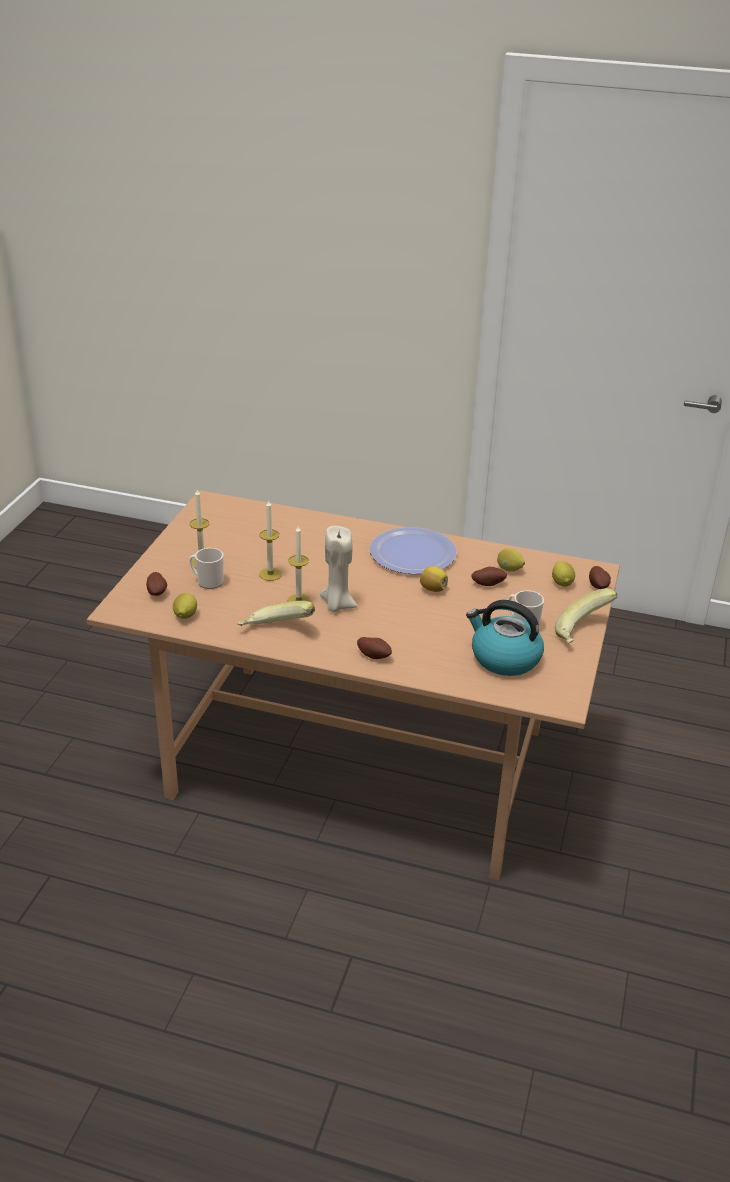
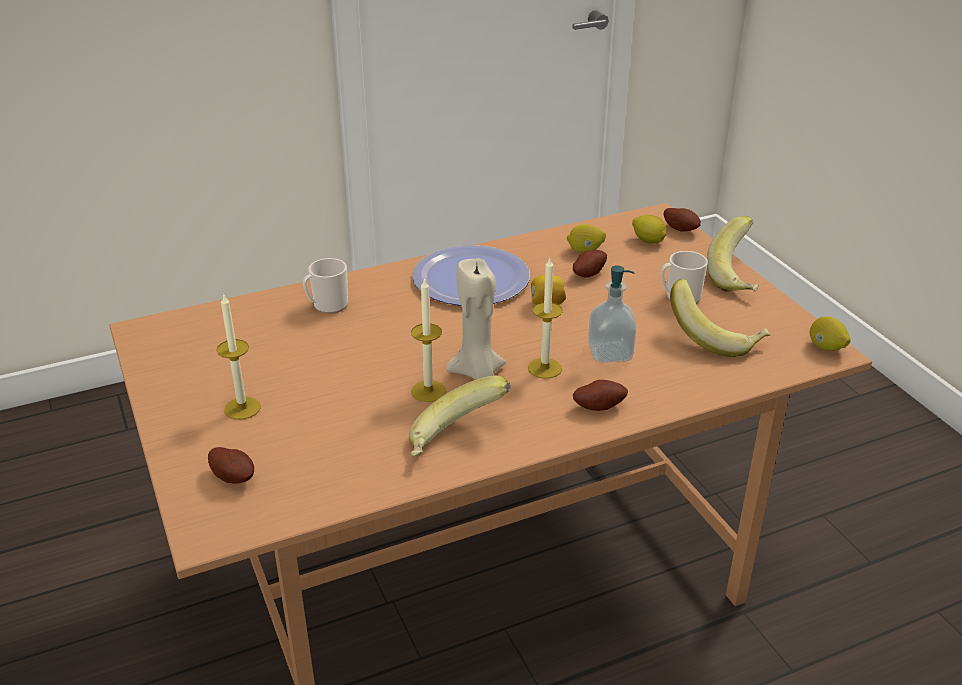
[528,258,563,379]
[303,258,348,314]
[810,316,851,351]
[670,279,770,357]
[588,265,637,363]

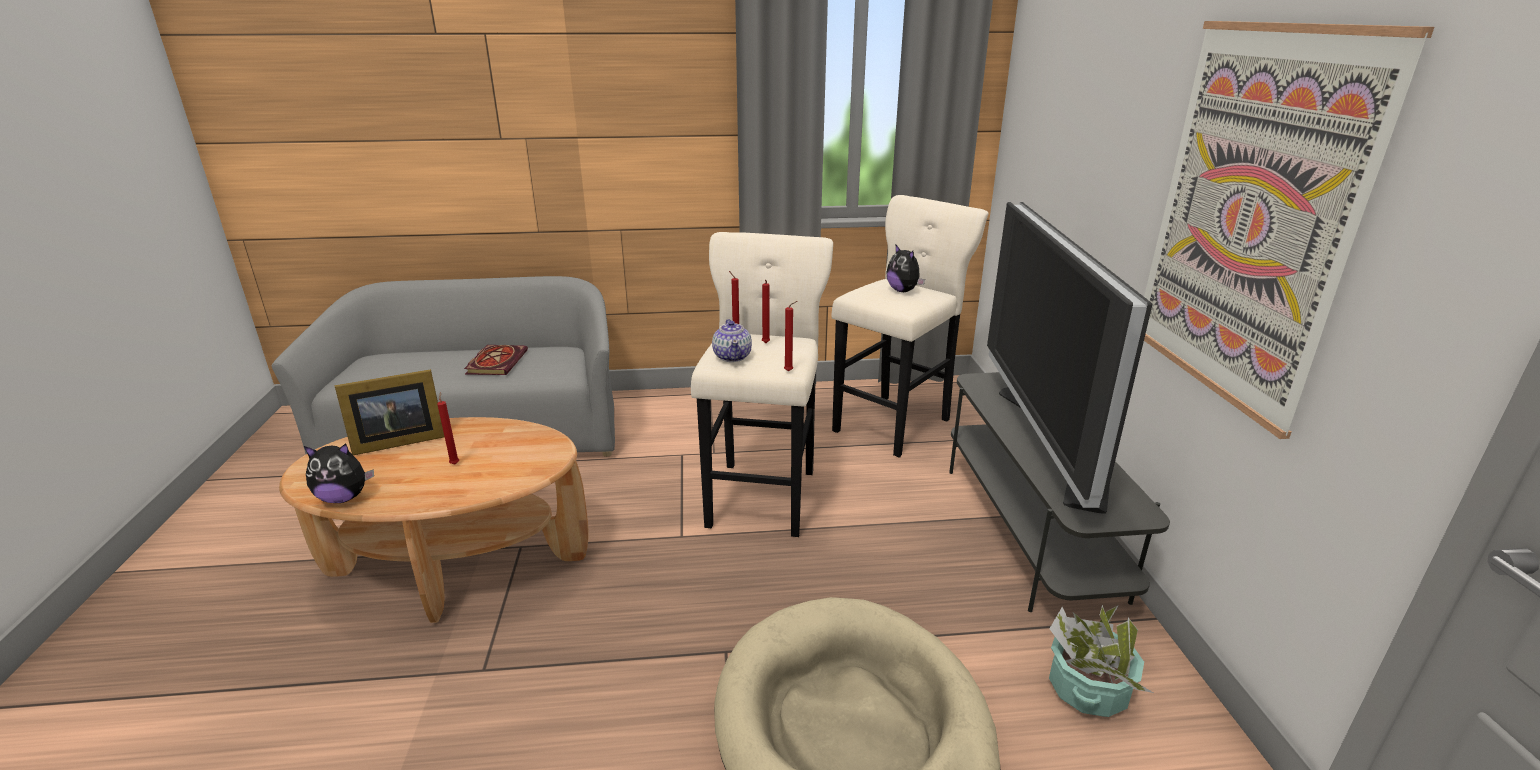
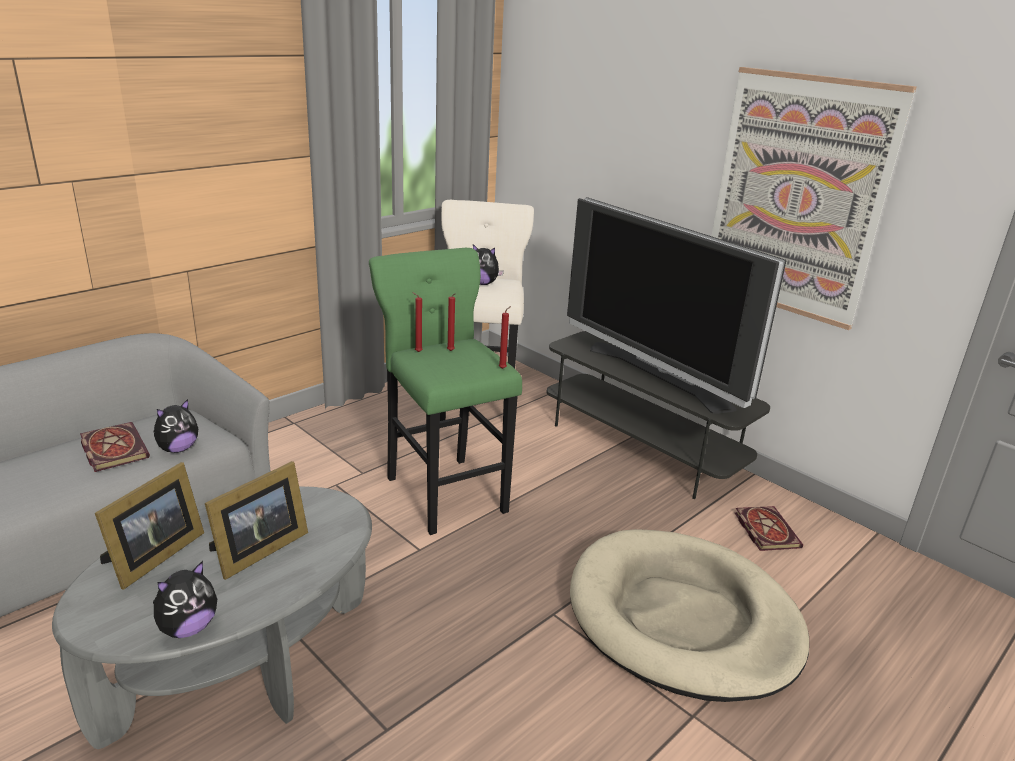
[369,248,522,535]
[712,319,752,362] (first image)
[205,461,308,580]
[52,487,372,749]
[735,506,803,551]
[154,399,198,453]

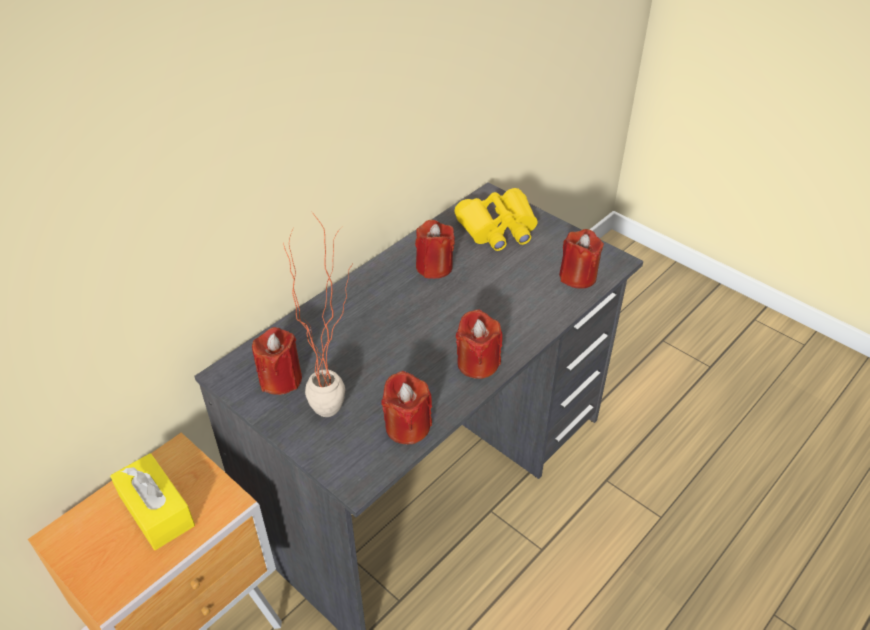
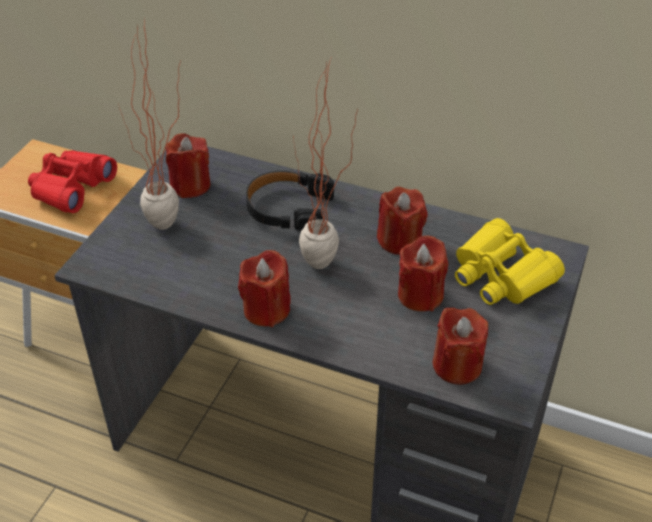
[398,236,448,311]
[28,150,117,213]
[294,59,358,269]
[246,171,334,232]

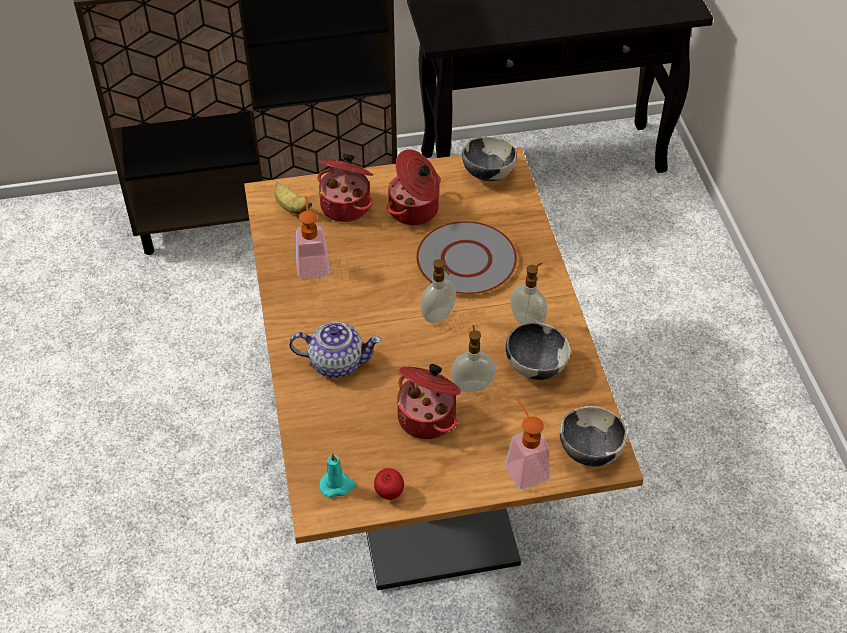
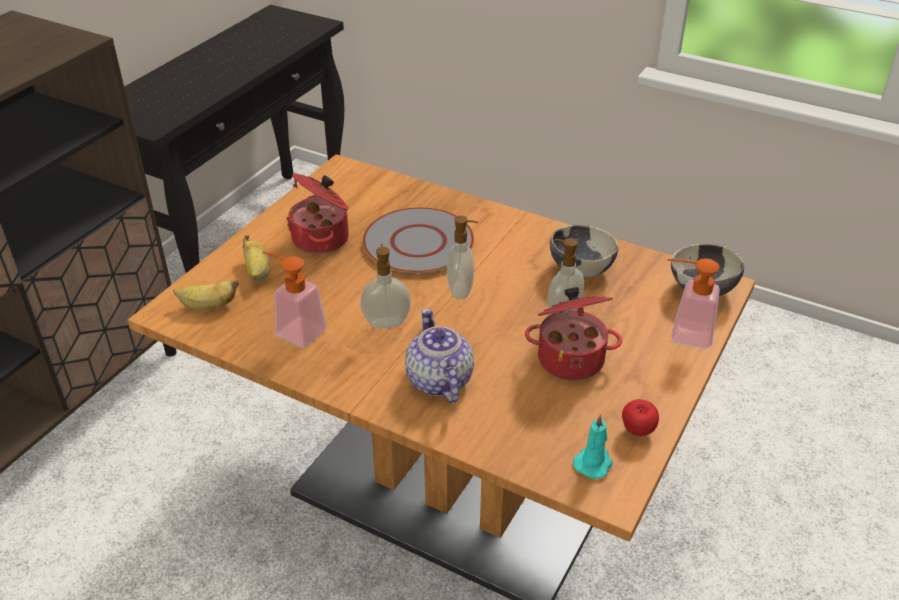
[462,136,517,181] (first image)
[243,235,270,282]
[360,244,411,328]
[405,308,474,403]

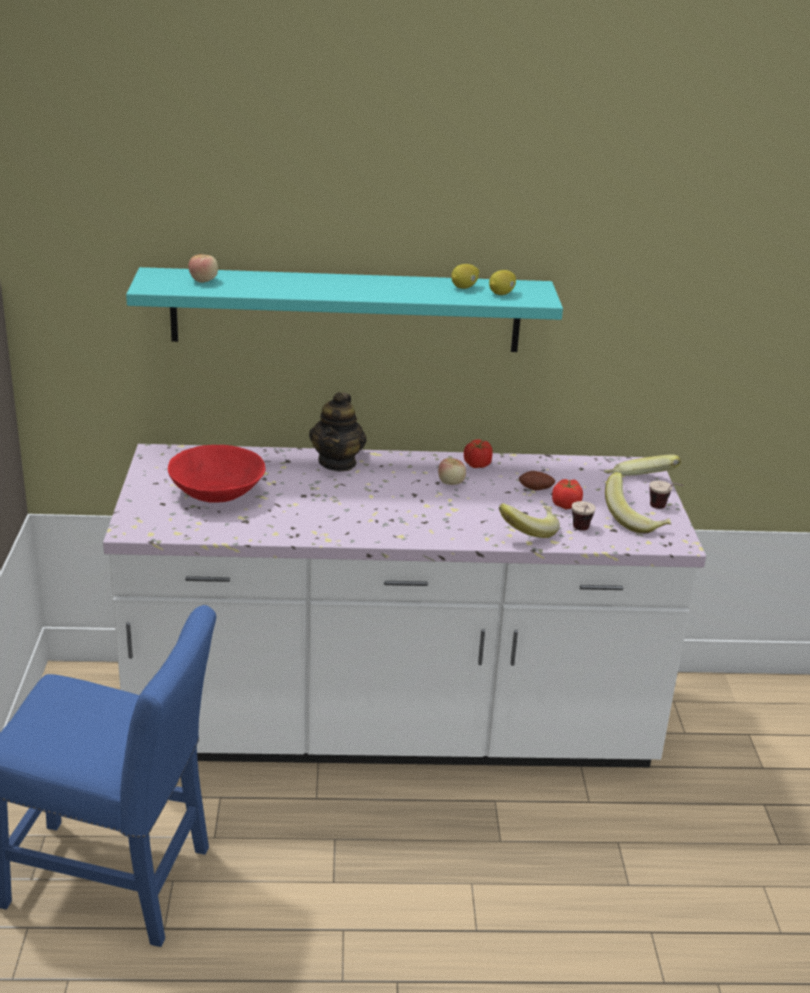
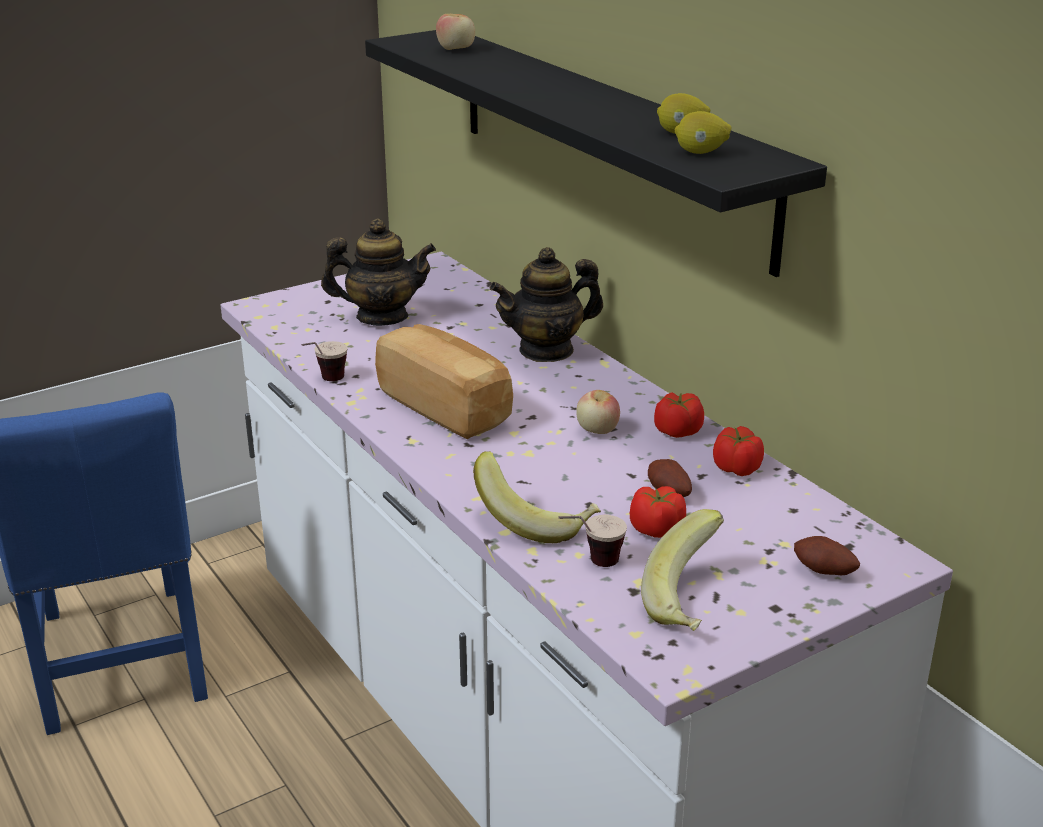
[365,30,827,277]
[321,219,436,326]
[794,536,860,575]
[301,341,347,381]
[375,324,513,439]
[713,426,764,476]

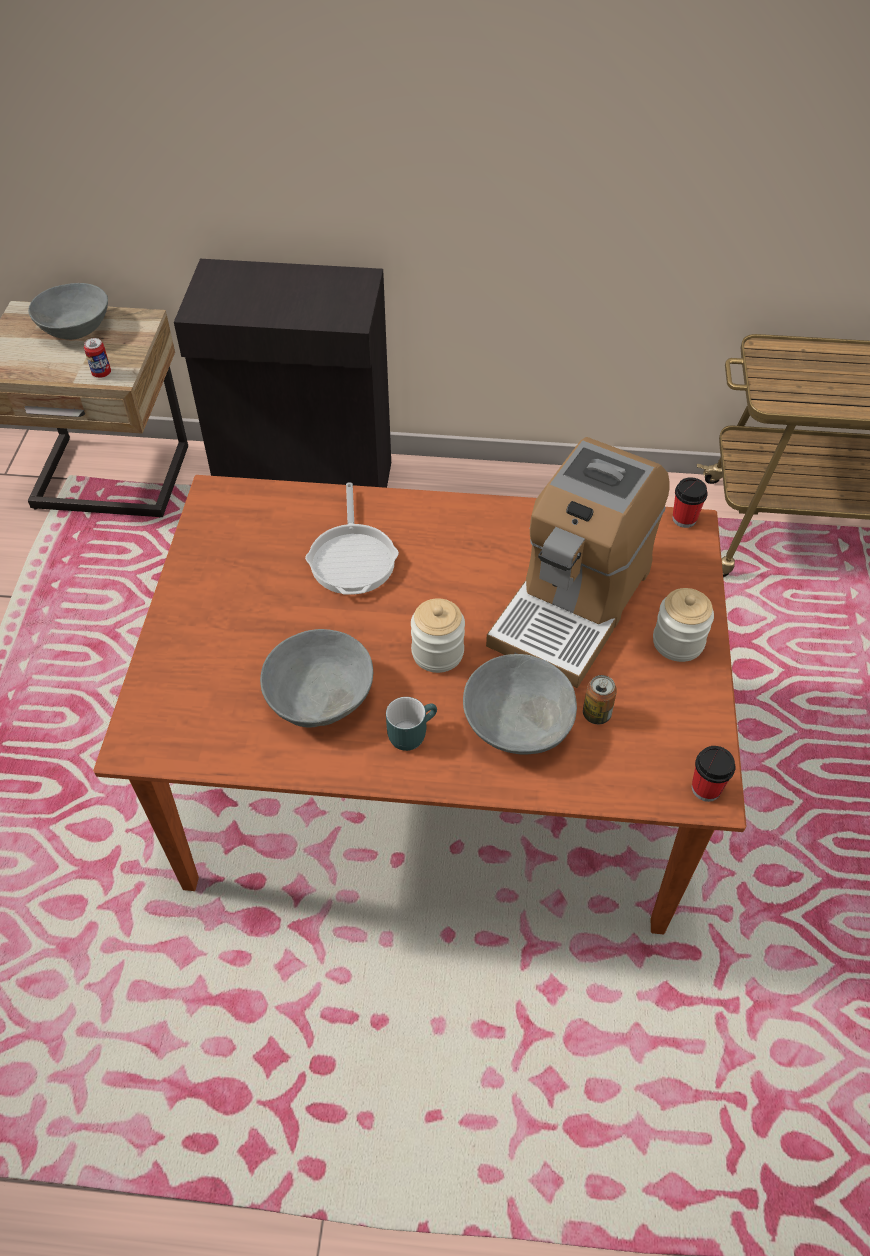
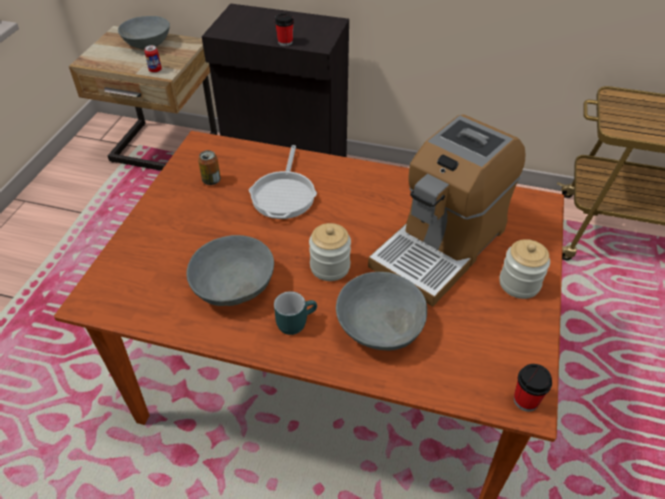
[275,13,294,46]
[198,150,221,185]

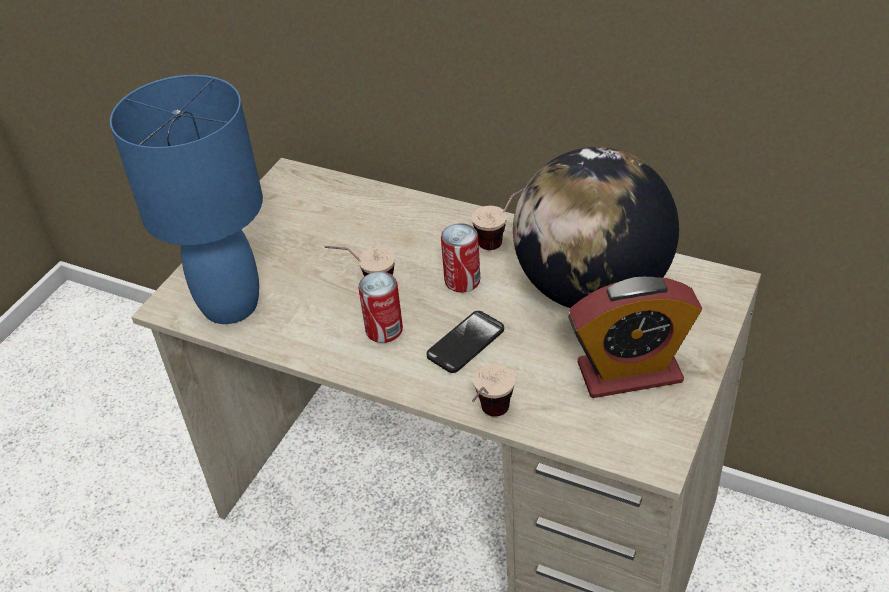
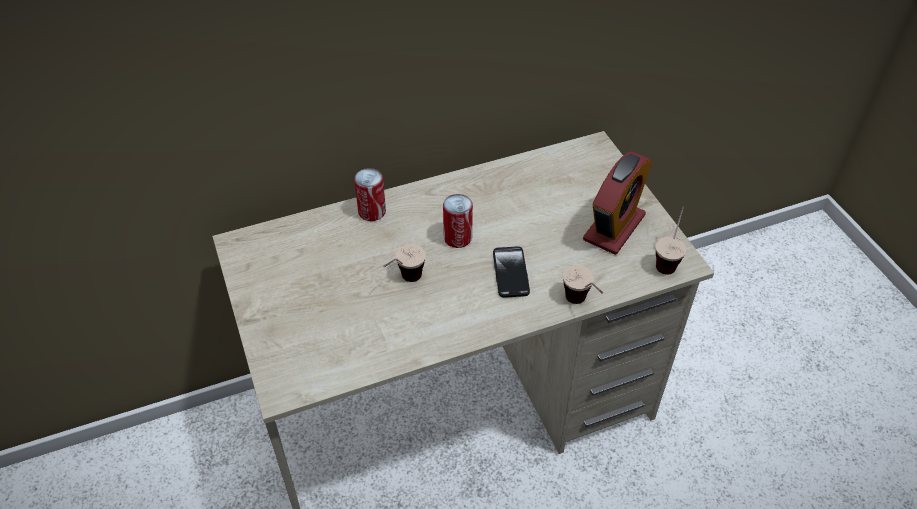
[110,75,263,324] (first image)
[513,147,679,308] (first image)
[656,206,687,275]
[354,168,386,221]

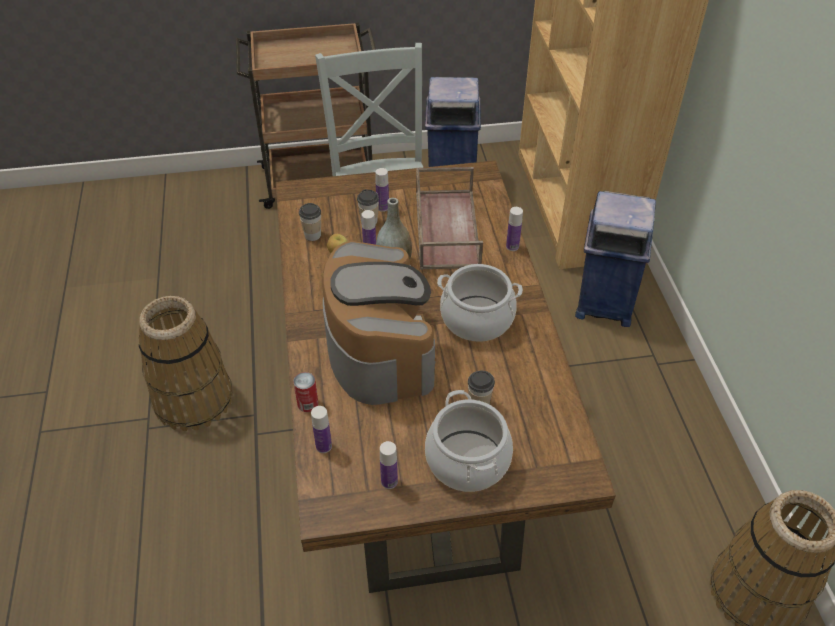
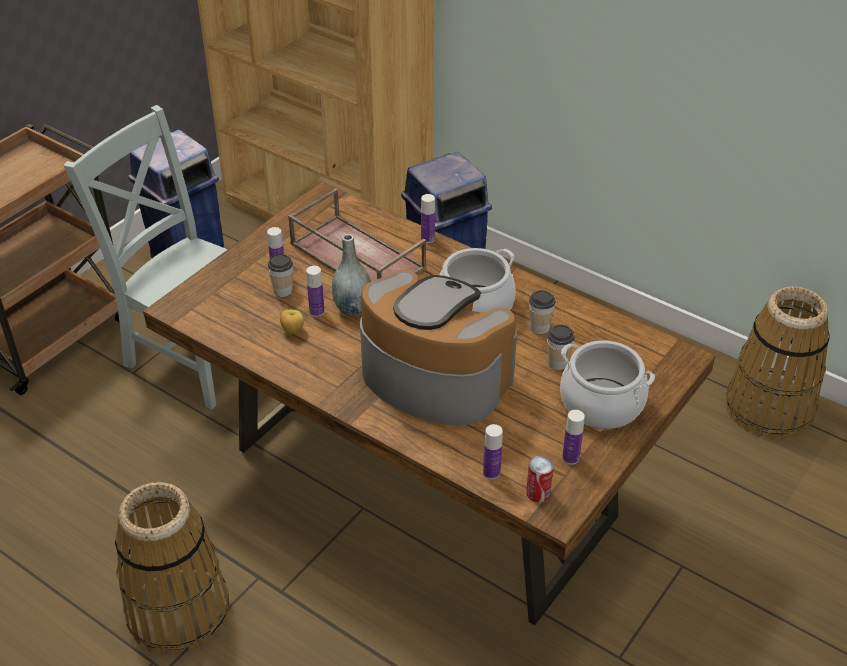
[529,290,555,334]
[526,456,554,502]

